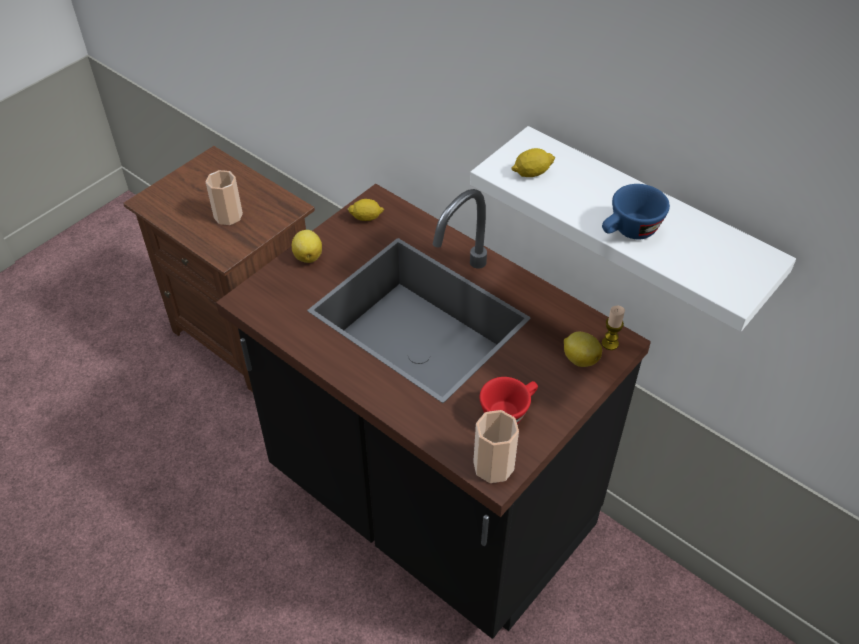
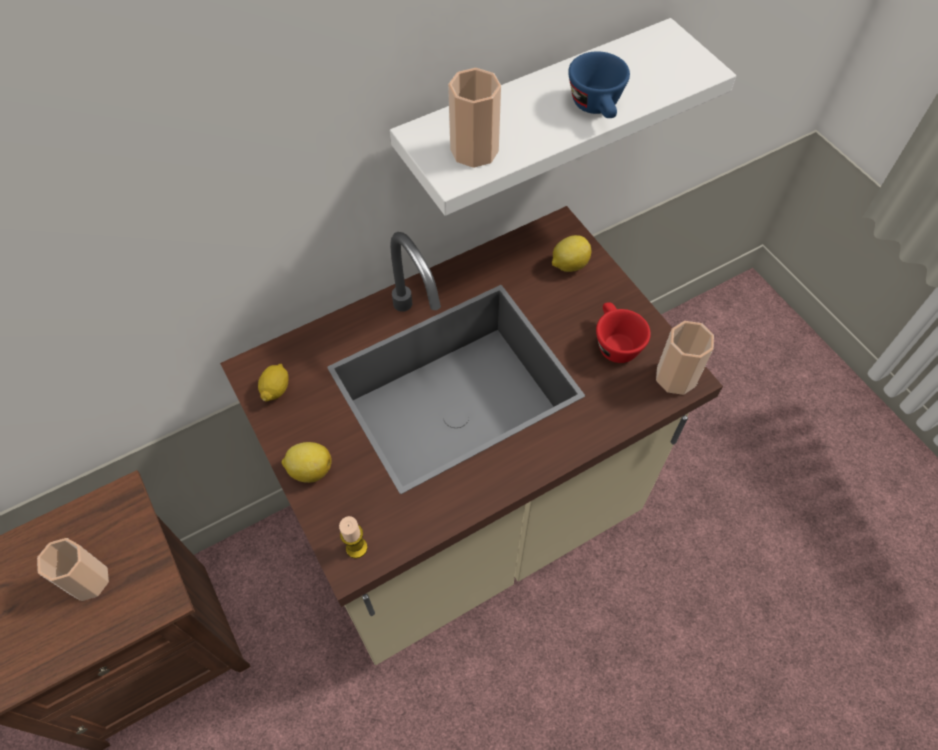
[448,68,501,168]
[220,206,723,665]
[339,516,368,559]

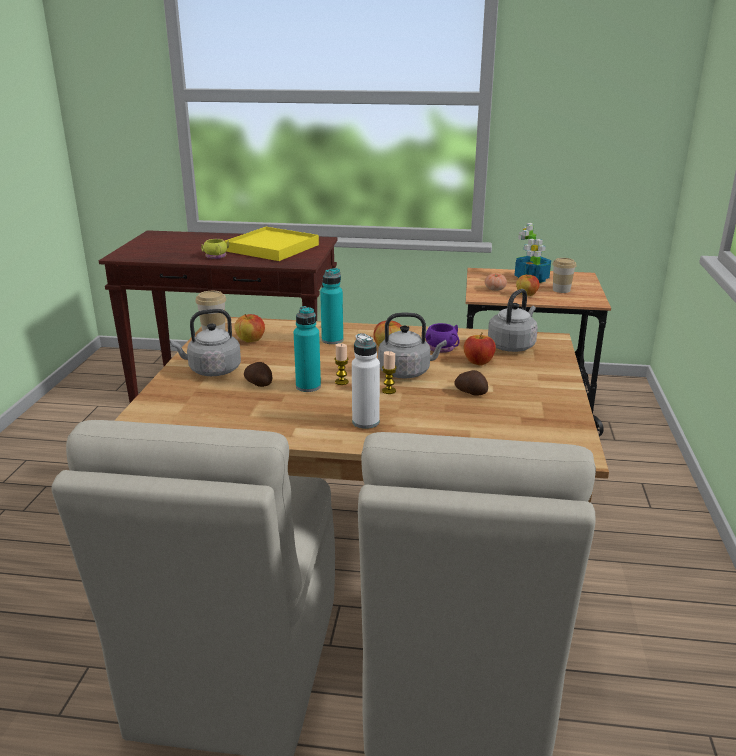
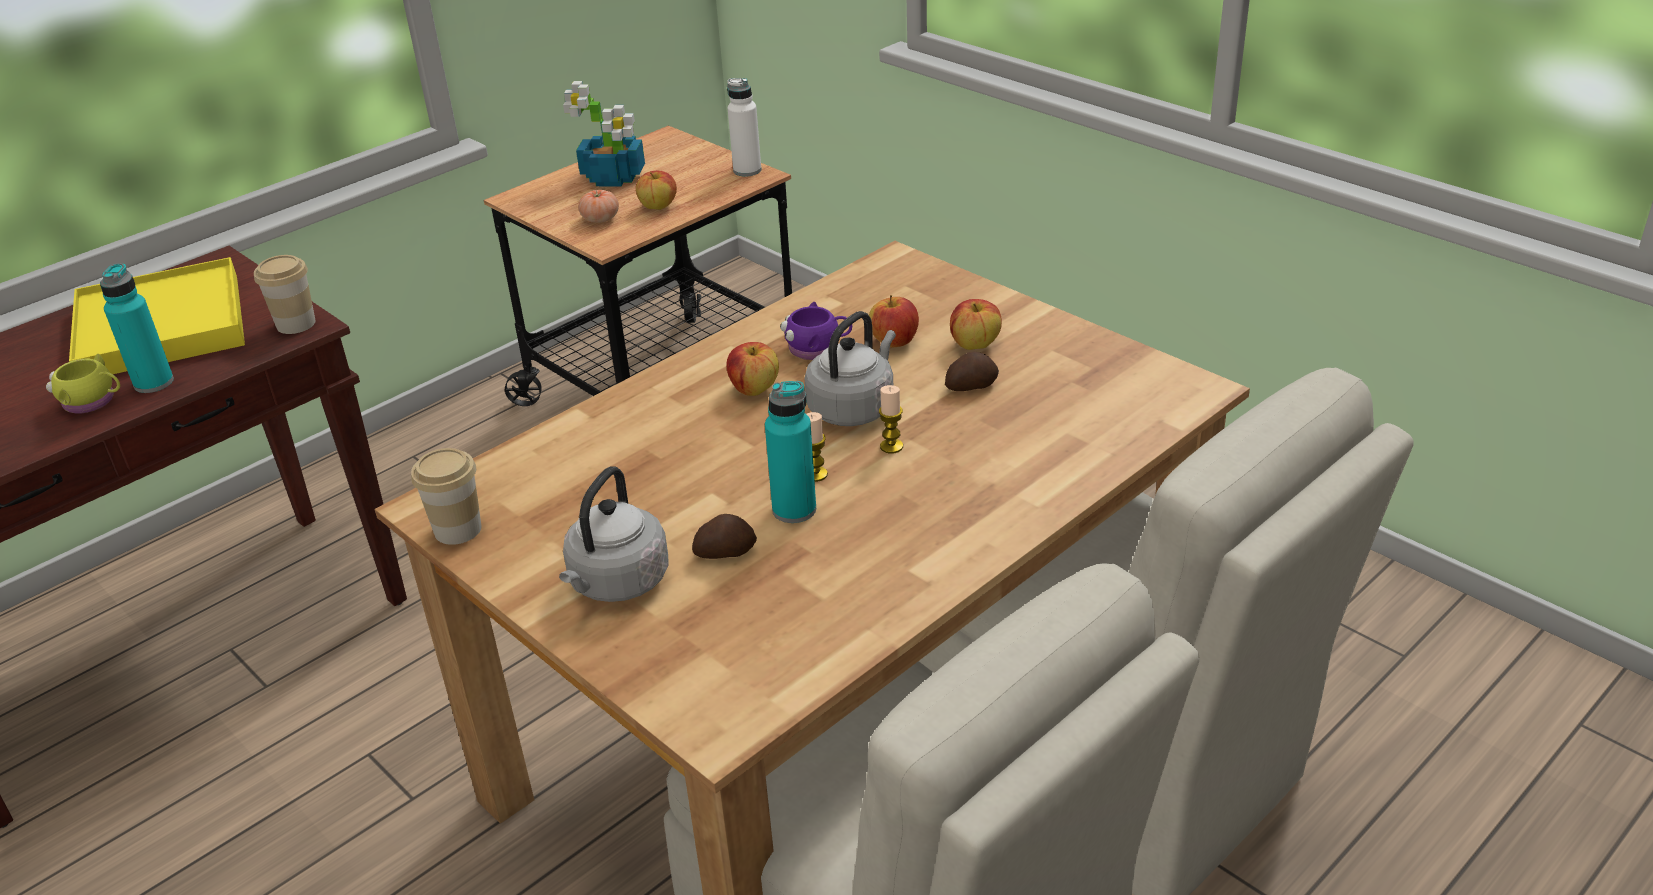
[254,255,316,334]
[100,263,174,393]
[488,289,538,352] (first image)
[950,299,1002,350]
[727,78,761,177]

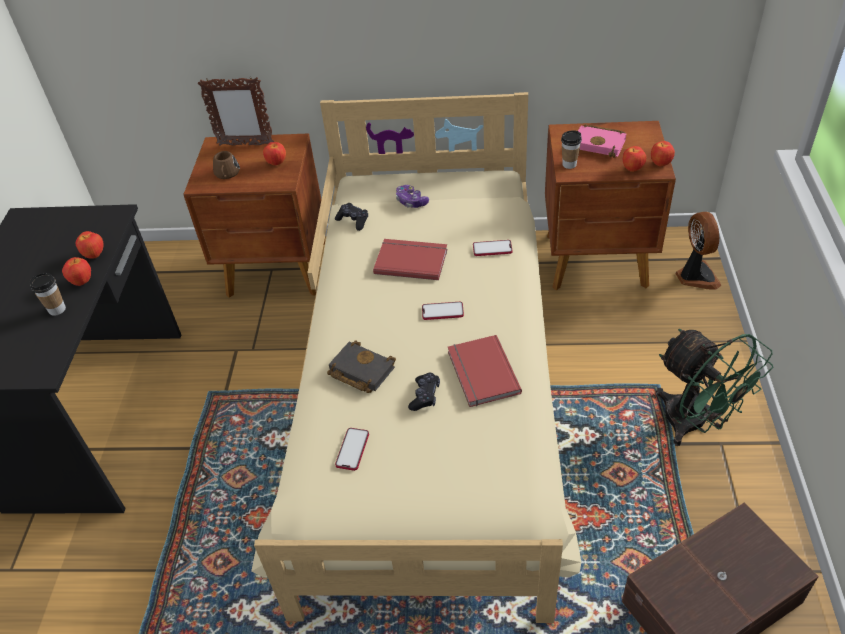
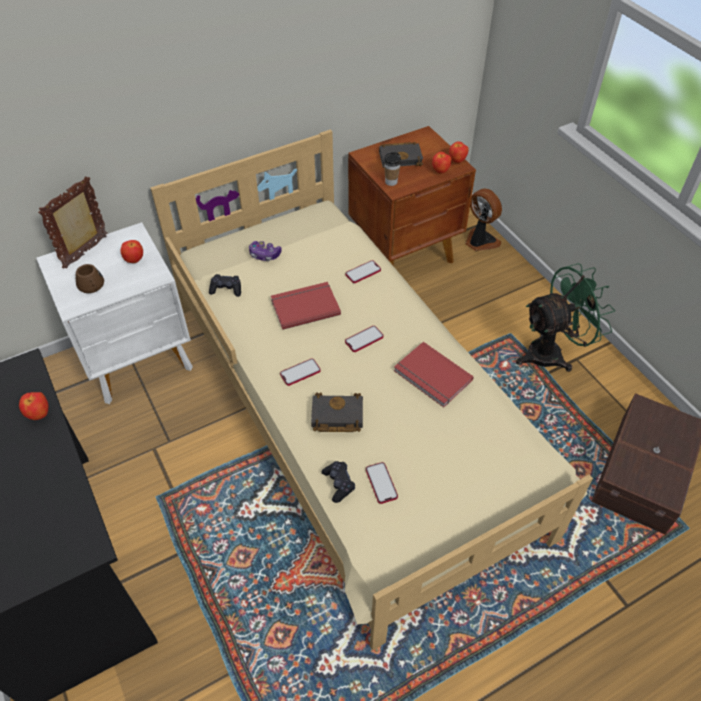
[38,176,108,269]
[379,142,423,168]
[36,222,193,404]
[62,257,91,286] (first image)
[30,273,66,316] (first image)
[516,263,616,372]
[321,461,355,503]
[280,359,321,386]

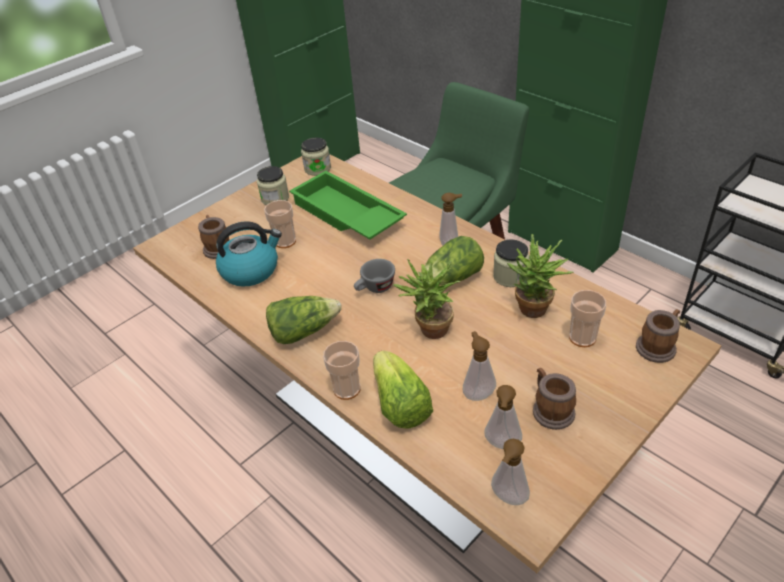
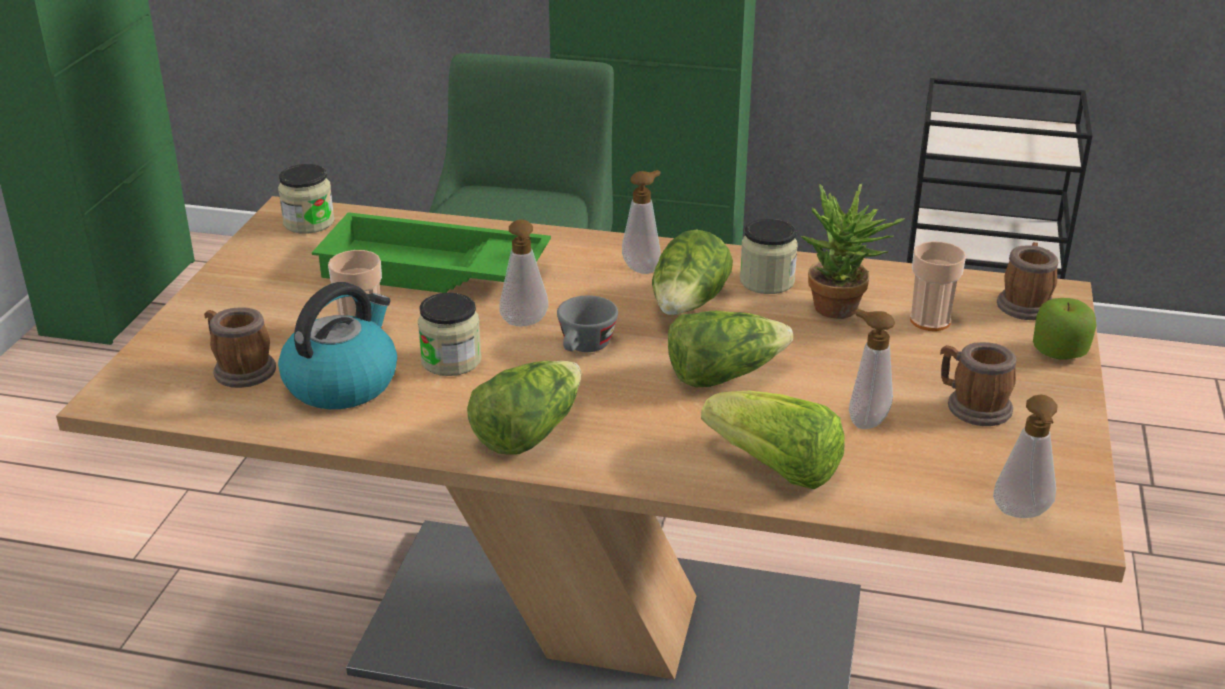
[418,293,482,376]
[668,311,793,387]
[323,341,361,400] (first image)
[499,220,548,326]
[1033,298,1097,359]

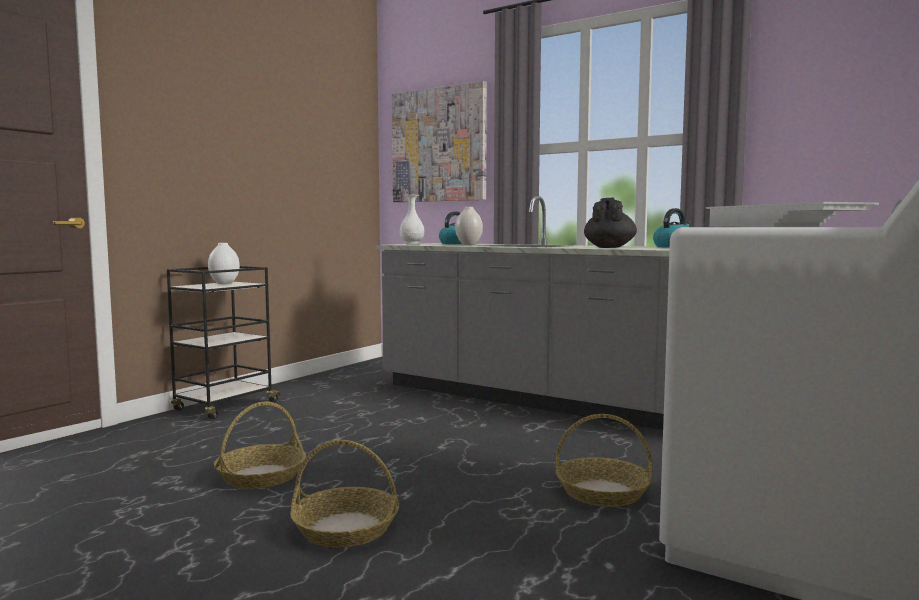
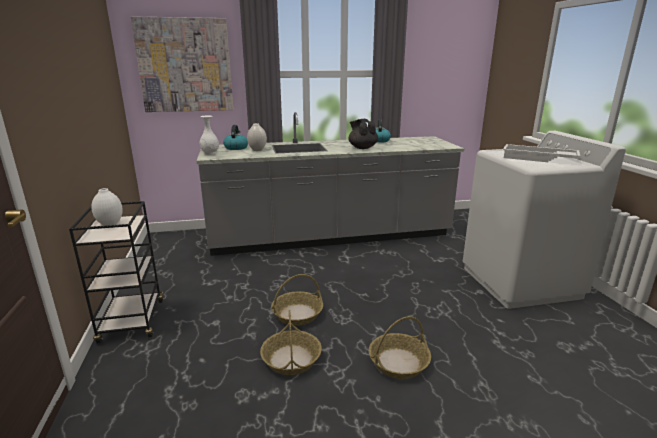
[271,274,323,326]

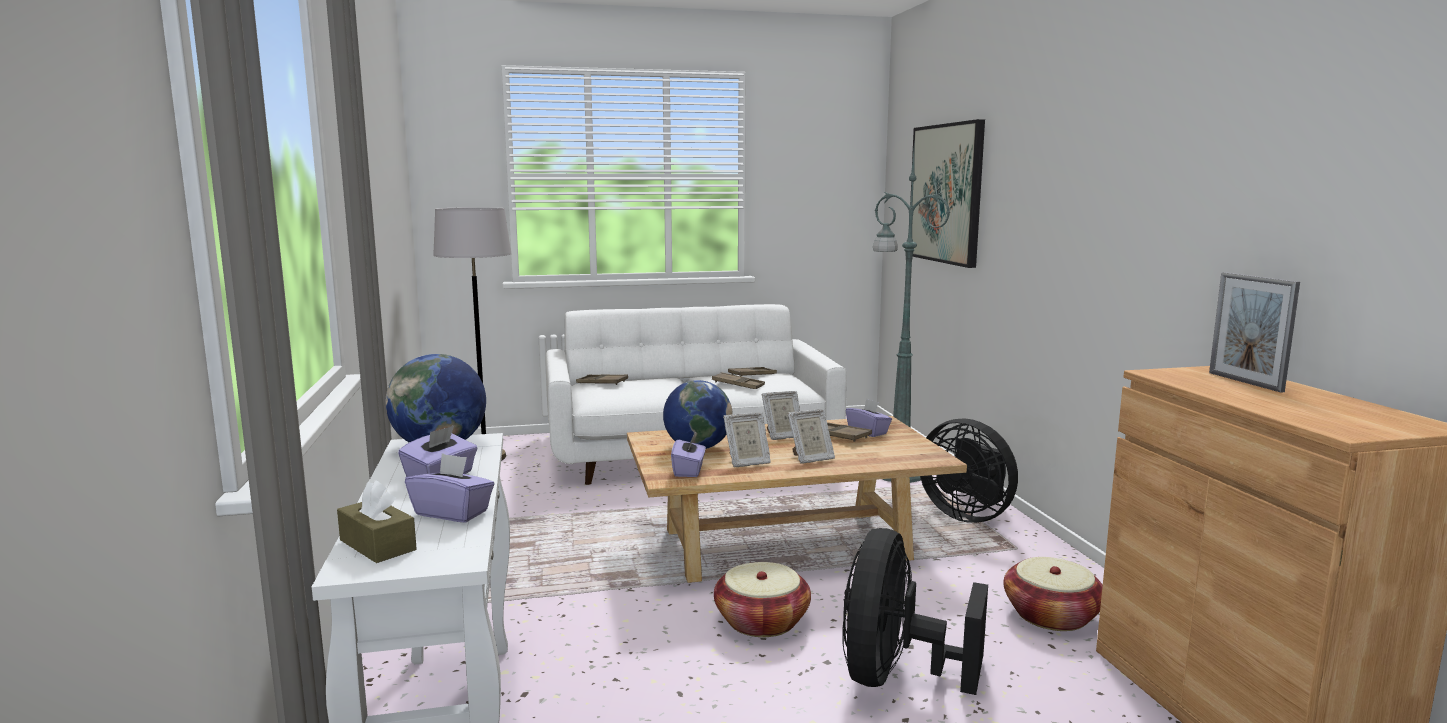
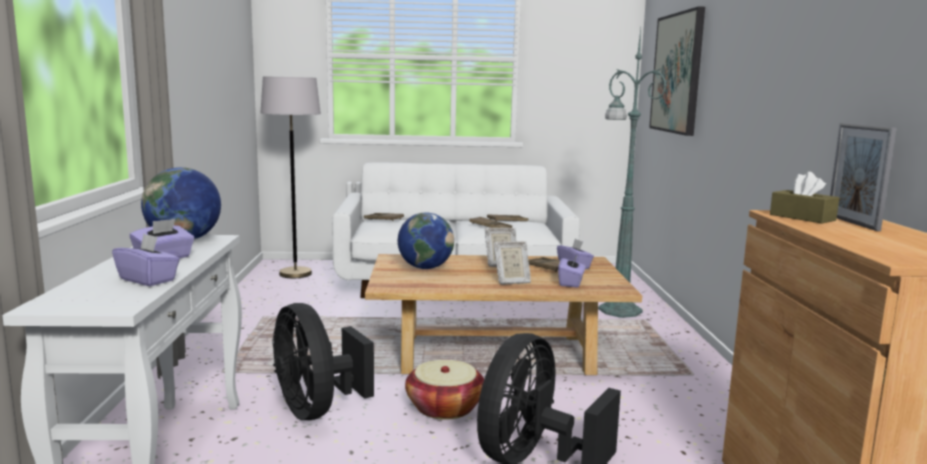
[723,413,771,467] (first image)
[272,303,374,420]
[558,254,586,288]
[770,172,839,223]
[1003,557,1103,631] (first image)

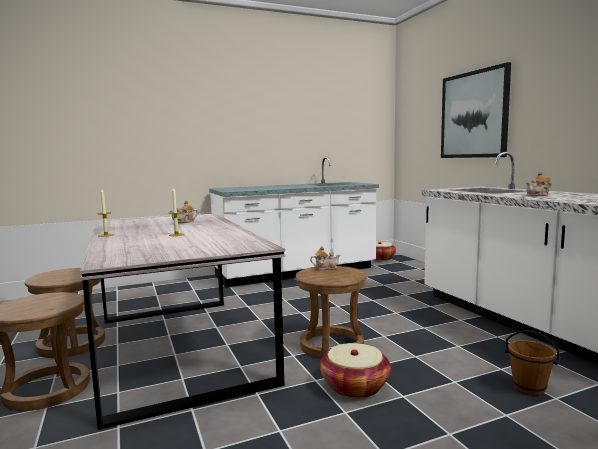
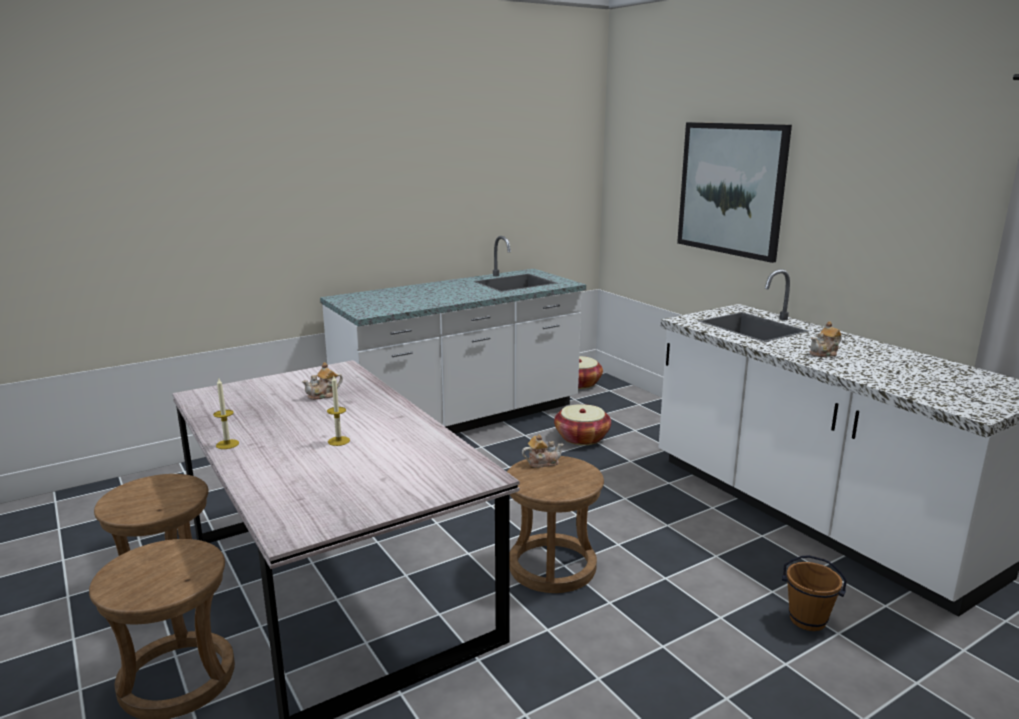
[554,404,611,445]

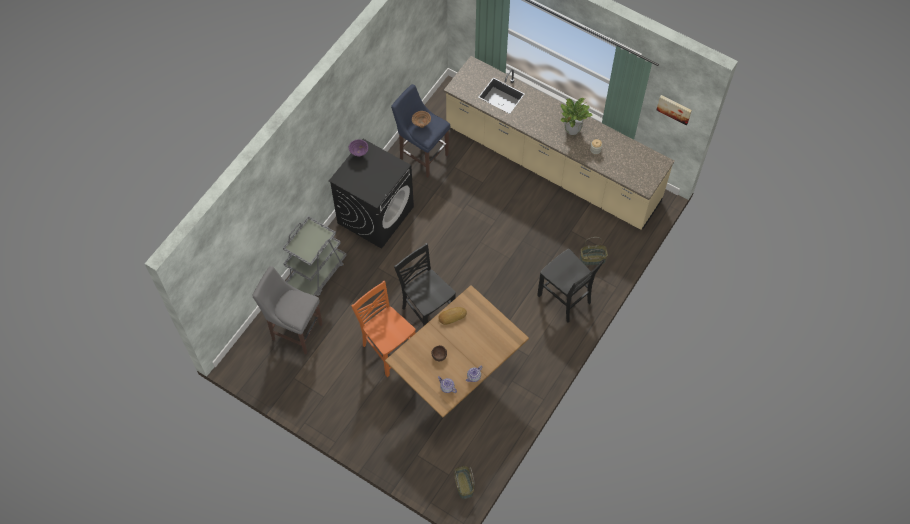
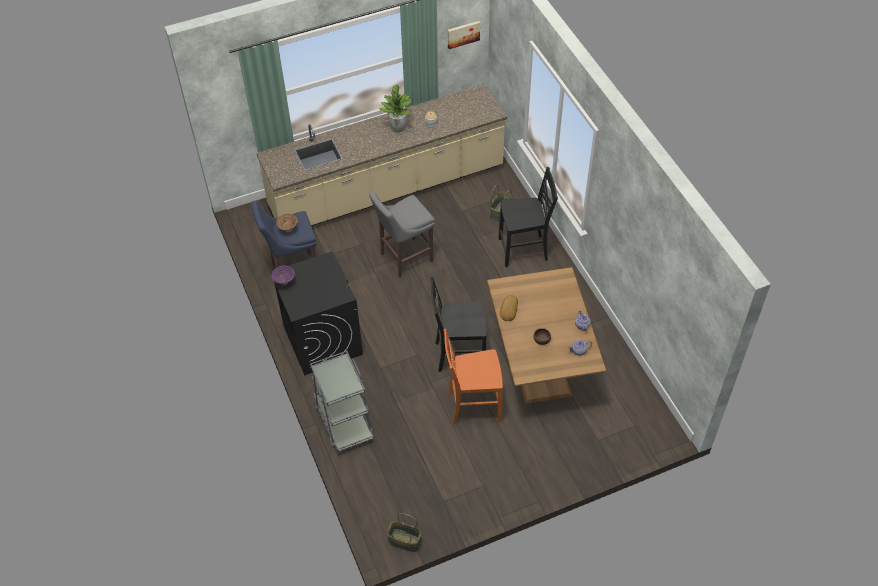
[369,191,435,278]
[387,513,421,552]

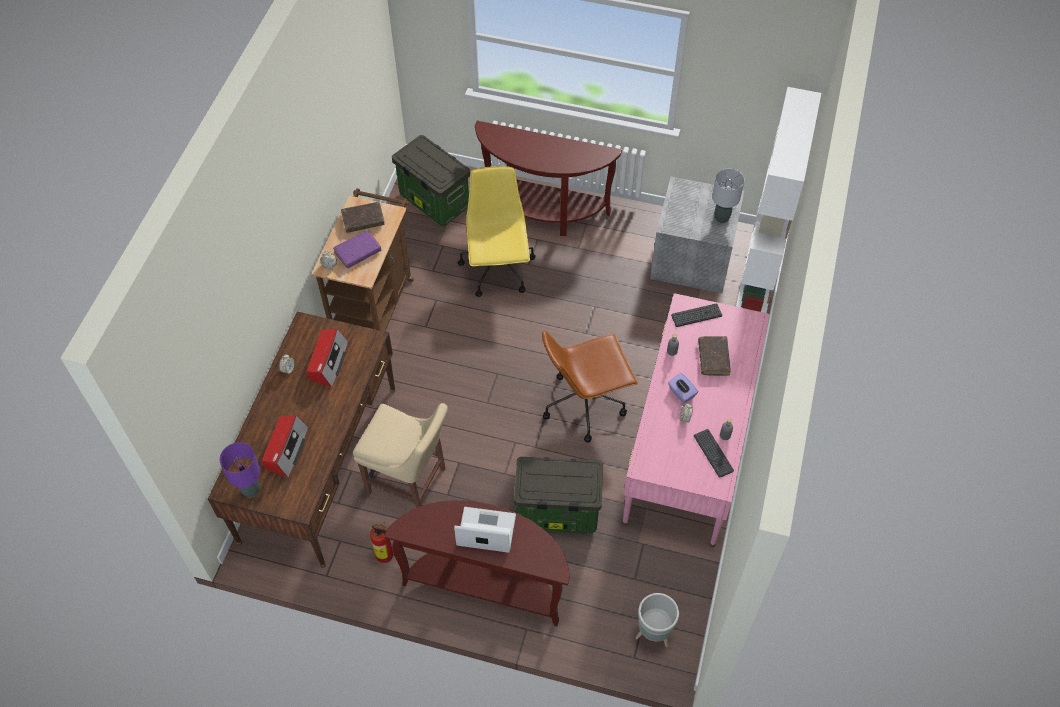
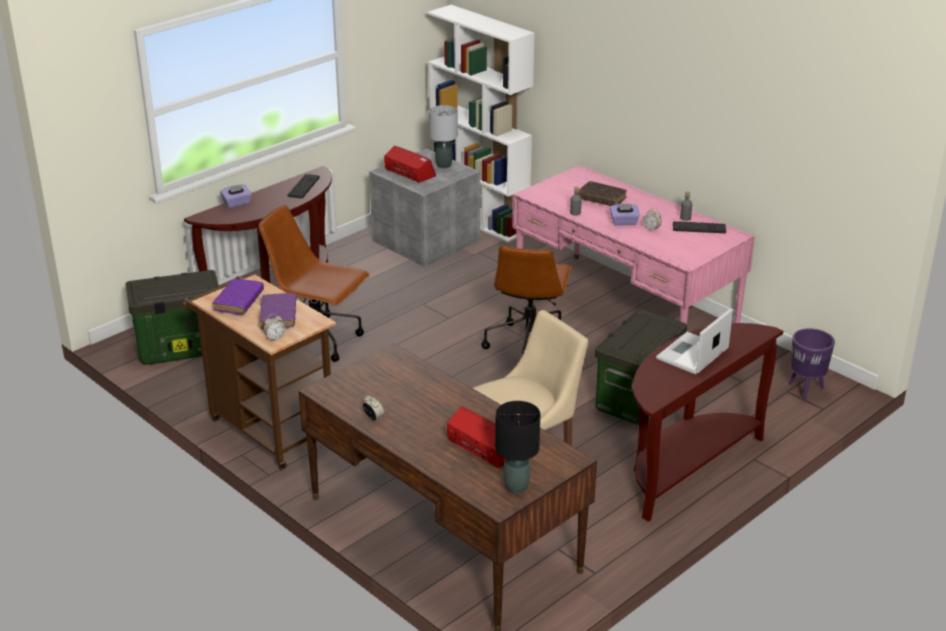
[259,205,370,362]
[213,279,264,314]
[288,174,320,199]
[384,146,437,183]
[495,401,540,494]
[370,522,393,563] (first image)
[789,328,835,402]
[220,185,252,208]

